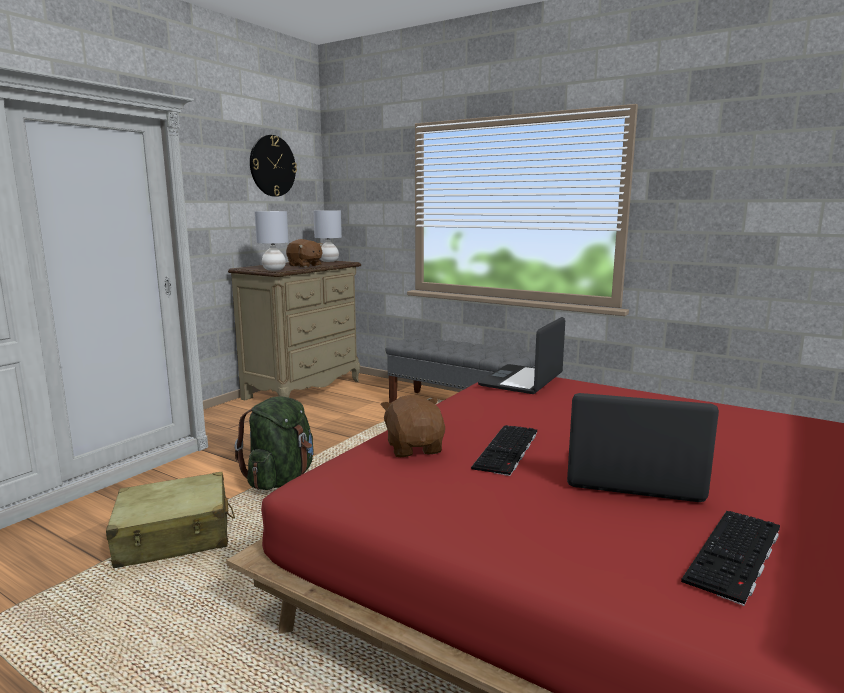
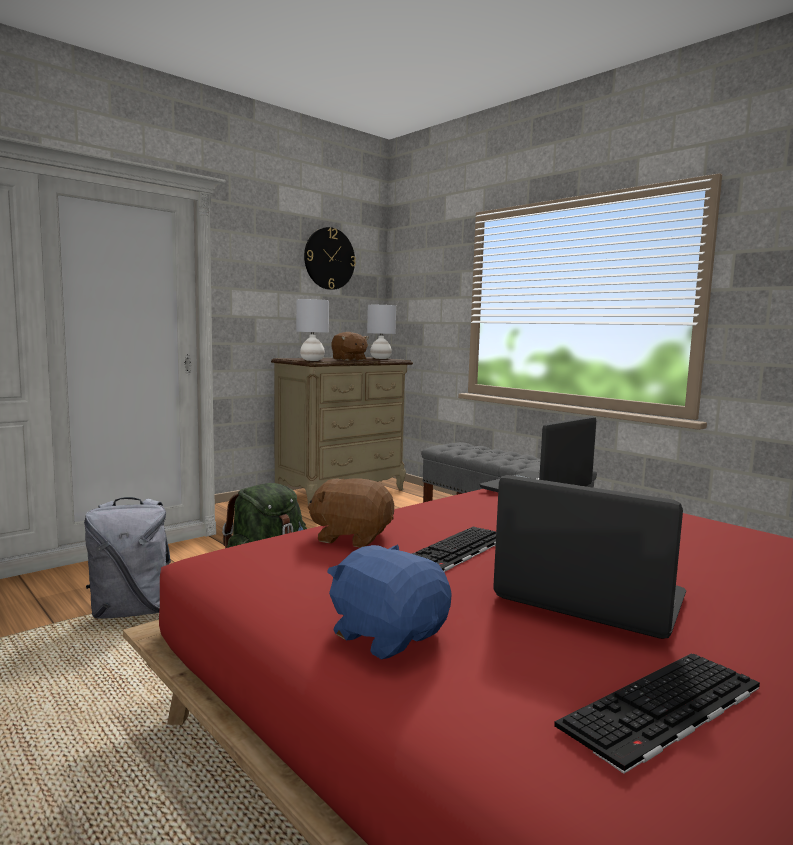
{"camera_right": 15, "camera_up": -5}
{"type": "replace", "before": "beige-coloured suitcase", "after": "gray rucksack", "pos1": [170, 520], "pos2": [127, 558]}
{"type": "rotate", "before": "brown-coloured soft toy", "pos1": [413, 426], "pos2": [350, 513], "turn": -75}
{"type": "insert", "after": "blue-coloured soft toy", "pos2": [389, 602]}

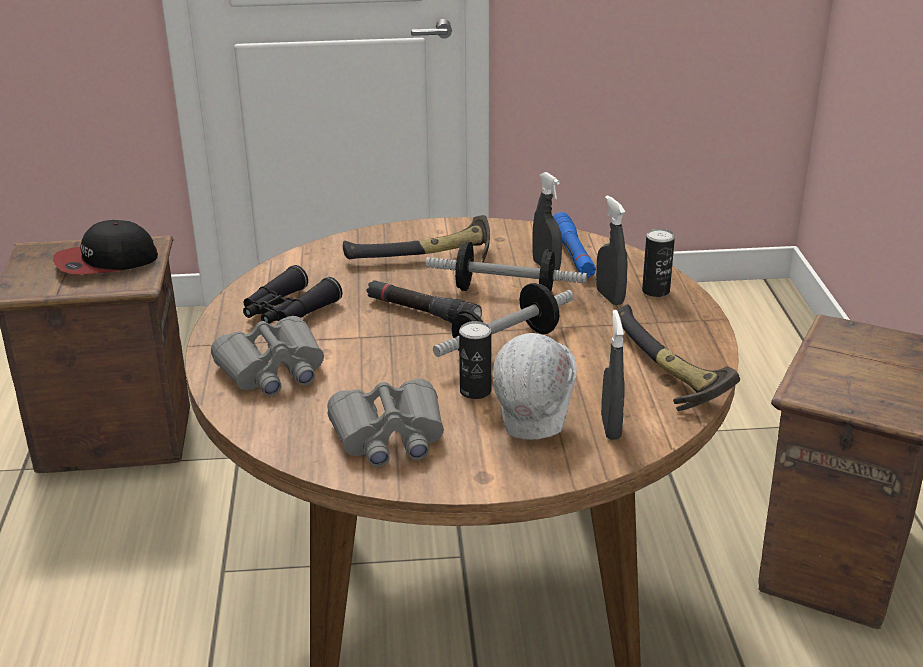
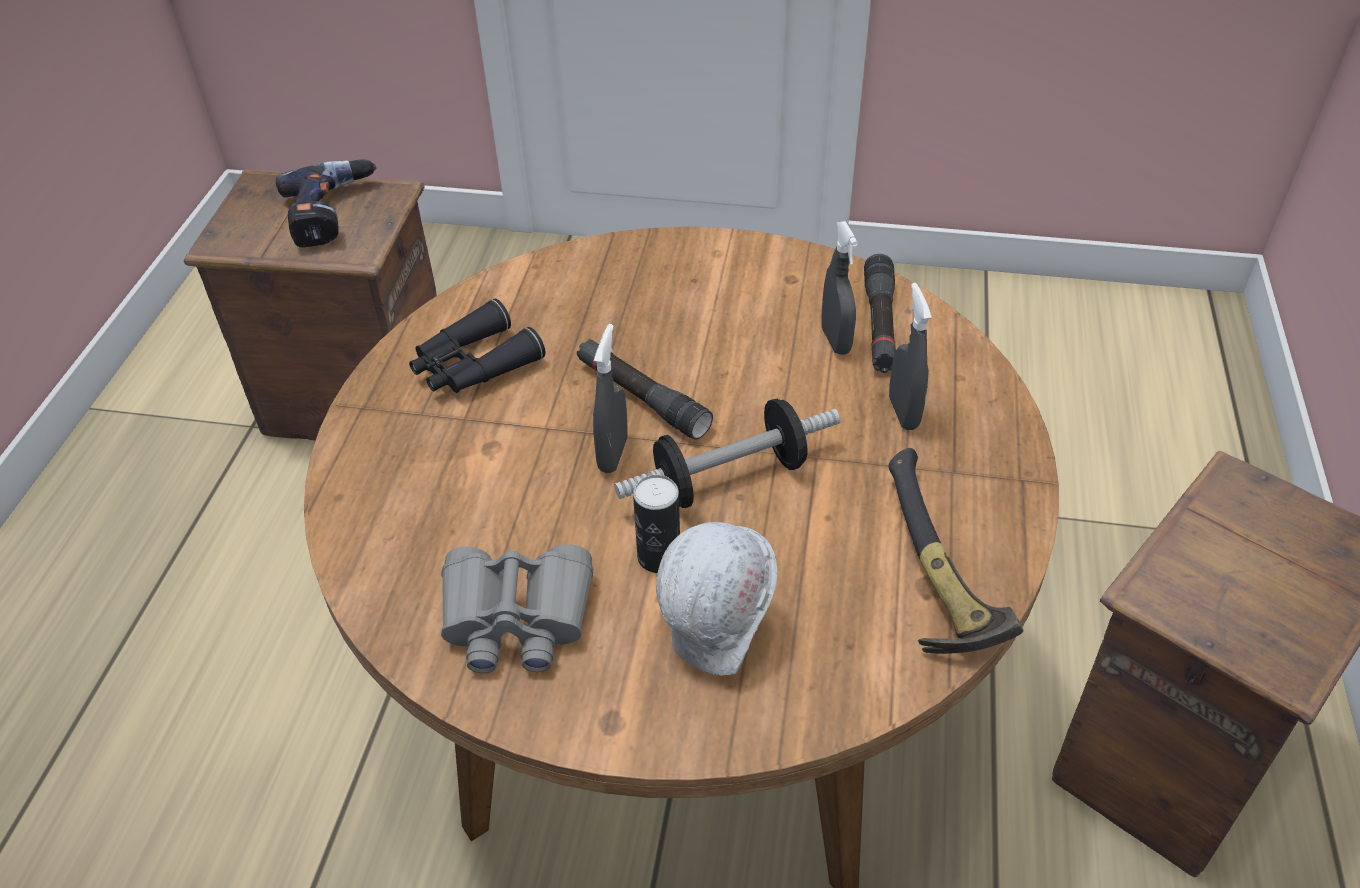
{"camera_right": 15, "camera_up": 15}
{"type": "replace", "before": "peaked cap", "after": "electric drill", "pos1": [105, 247], "pos2": [326, 203]}
{"type": "delete", "before": "gray field glasses", "pos1": [267, 356]}
{"type": "delete", "before": "hammer", "pos1": [416, 239]}
{"type": "delete", "before": "hand weight", "pos1": [506, 266]}
{"type": "recolor", "before": "blue-coloured torch", "after": "black torch", "pos1": [574, 245], "pos2": [880, 313]}
{"type": "move", "before": "gray hand sprayer", "pos1": [613, 375], "pos2": [610, 398]}
{"type": "delete", "before": "sealed can", "pos1": [658, 263]}

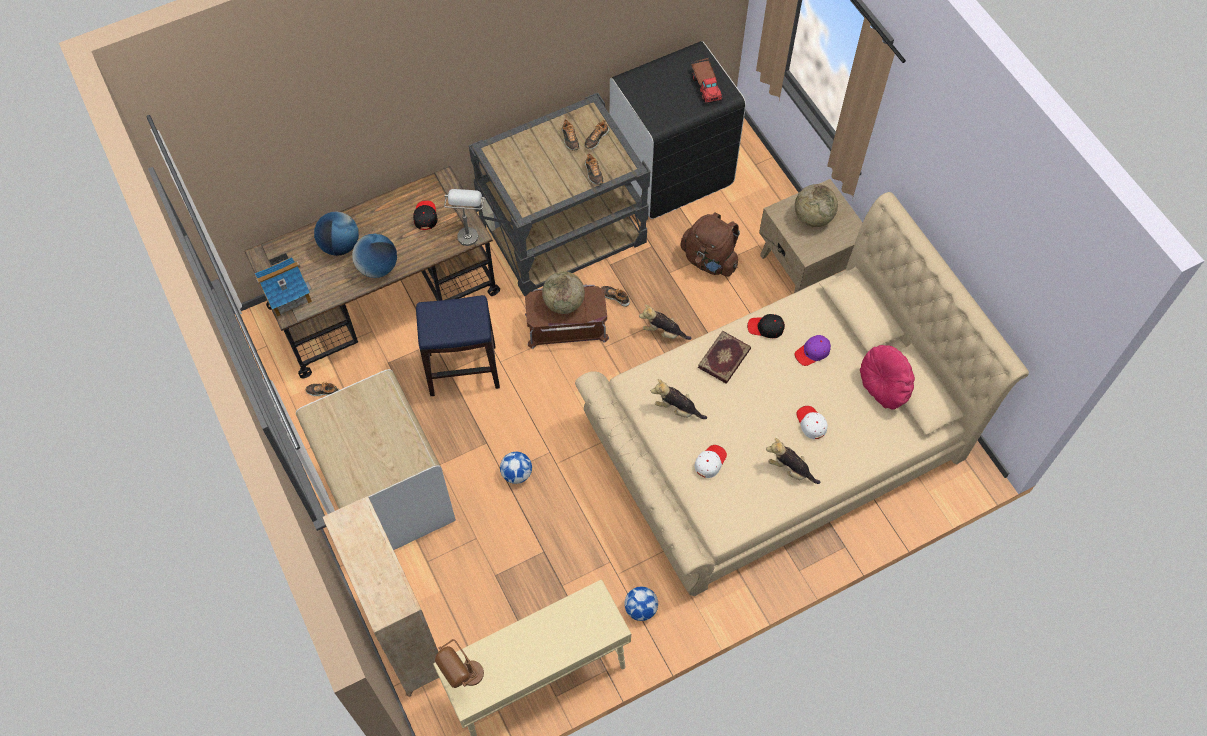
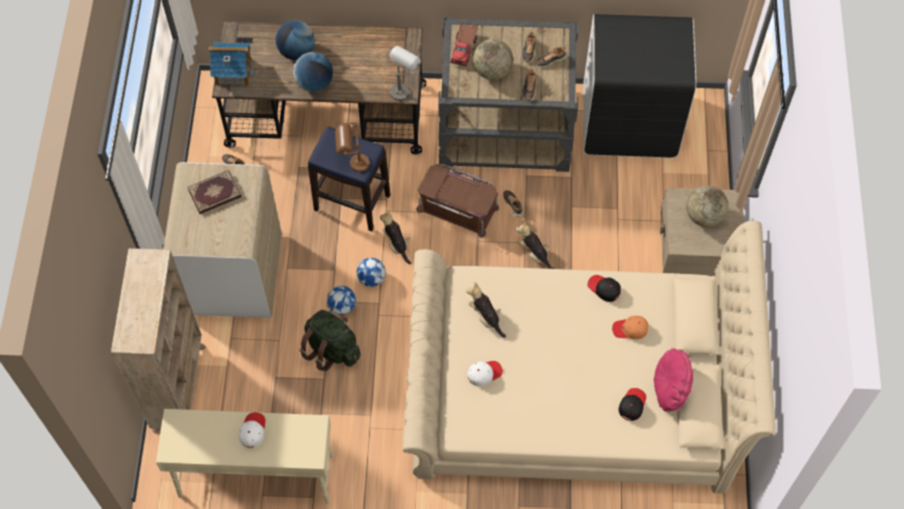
{"camera_right": 30, "camera_up": 0}
{"type": "move", "before": "black peaked cap", "pos1": [425, 215], "pos2": [632, 404]}
{"type": "move", "before": "brown-coloured lamp for a table", "pos1": [459, 663], "pos2": [352, 147]}
{"type": "move", "before": "world globe", "pos1": [563, 292], "pos2": [493, 59]}
{"type": "move", "before": "ball for football", "pos1": [641, 604], "pos2": [371, 272]}
{"type": "delete", "before": "brown-coloured rucksack", "pos1": [710, 244]}
{"type": "move", "before": "toy truck", "pos1": [707, 81], "pos2": [464, 44]}
{"type": "move", "before": "volume", "pos1": [724, 357], "pos2": [214, 192]}
{"type": "move", "before": "soft toy", "pos1": [793, 461], "pos2": [395, 236]}
{"type": "recolor", "before": "purple-coloured peaked cap", "after": "orange-coloured peaked cap", "pos1": [813, 350], "pos2": [630, 327]}
{"type": "move", "before": "white peaked cap", "pos1": [812, 422], "pos2": [252, 430]}
{"type": "insert", "after": "greenish rucksack", "pos2": [330, 340]}

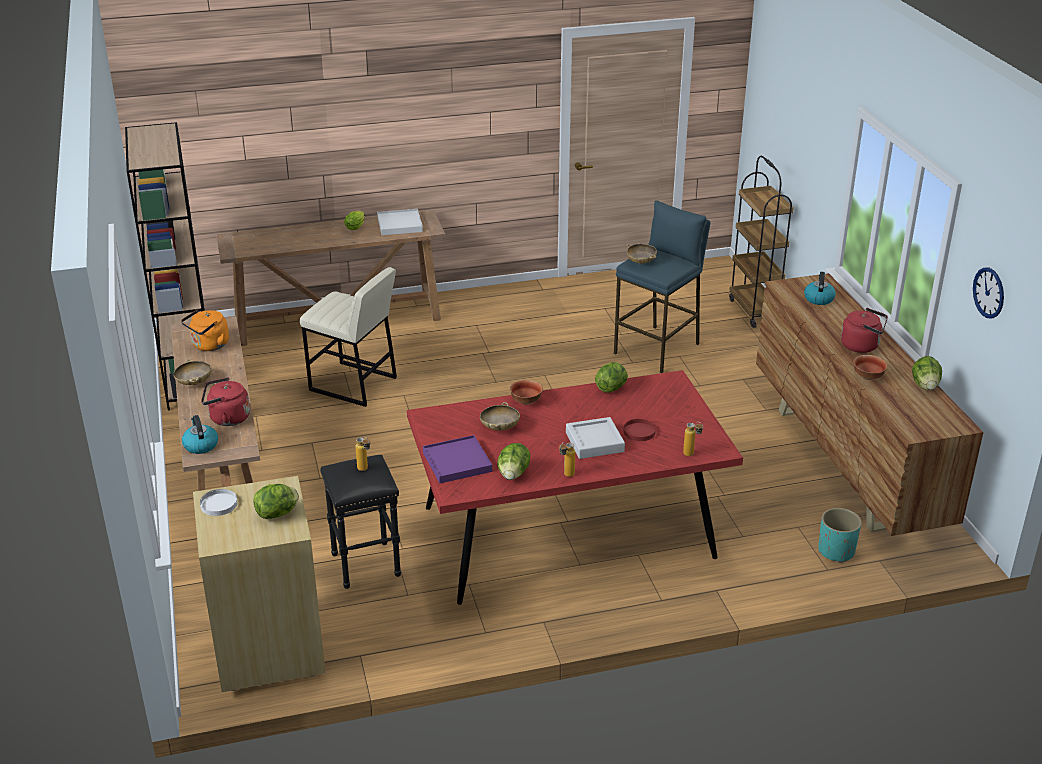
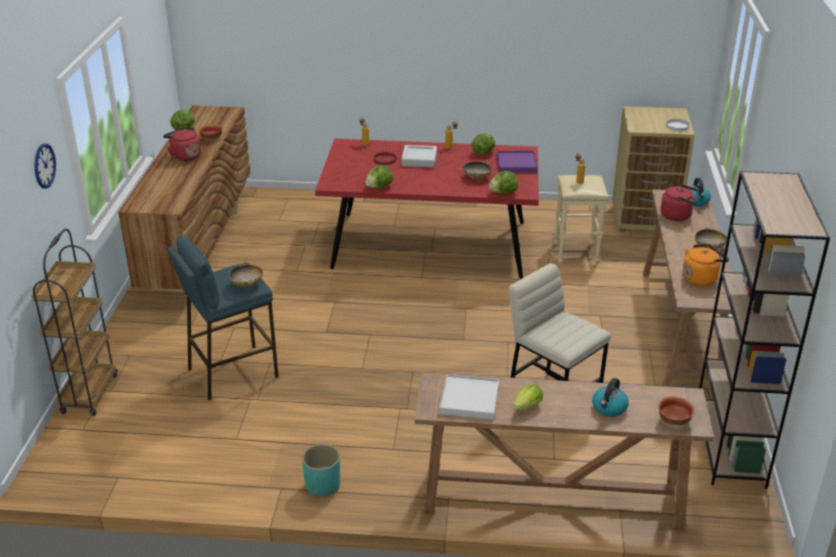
{"camera_right": -160, "camera_up": 0}
{"type": "move", "before": "lettuce", "pos1": [276, 501], "pos2": [503, 182]}
{"type": "recolor", "before": "black sitting stool", "after": "beige-coloured sitting stool", "pos1": [360, 522], "pos2": [581, 219]}
{"type": "move", "before": "bowl", "pos1": [526, 392], "pos2": [676, 411]}
{"type": "move", "before": "water kettle", "pos1": [820, 288], "pos2": [610, 397]}
{"type": "move", "before": "blue-green flower pot", "pos1": [840, 535], "pos2": [321, 470]}
{"type": "move", "before": "wall clock", "pos1": [988, 293], "pos2": [45, 165]}

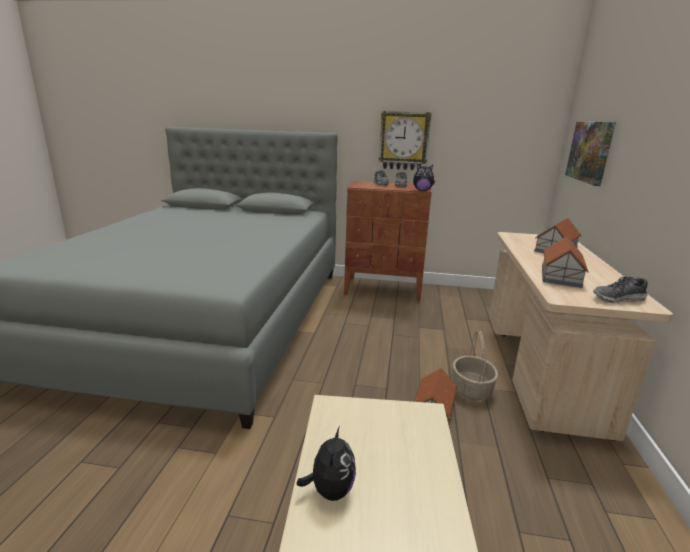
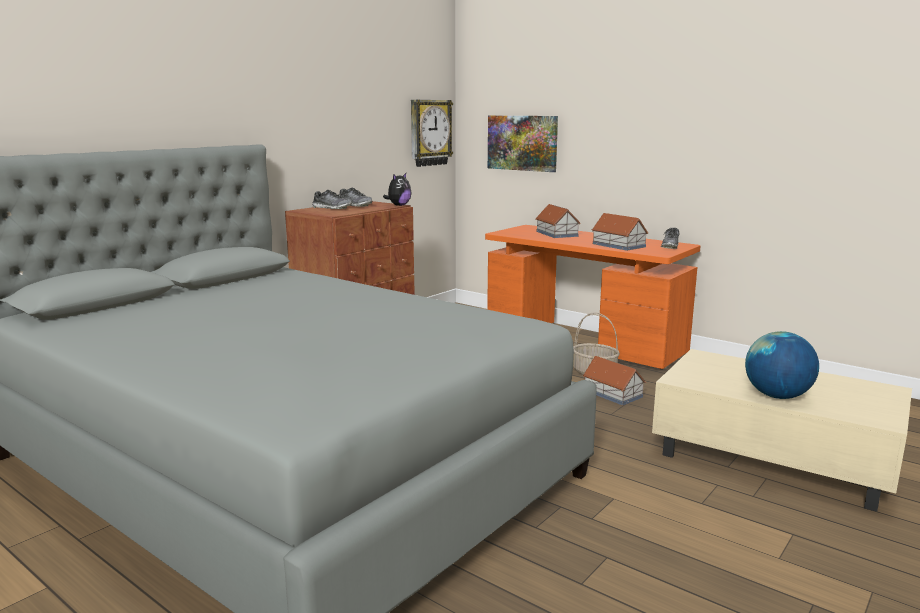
{"camera_right": -60, "camera_up": -5}
{"type": "replace", "before": "soft toy", "after": "world globe", "pos1": [326, 463], "pos2": [782, 365]}
{"type": "move", "before": "wall clock", "pos1": [405, 140], "pos2": [432, 133]}
{"type": "recolor", "before": "beige-coloured desk table", "after": "orange-coloured desk table", "pos1": [581, 336], "pos2": [593, 297]}

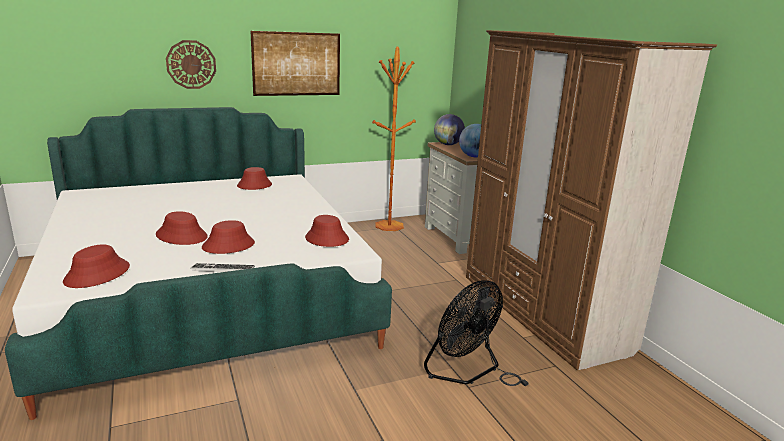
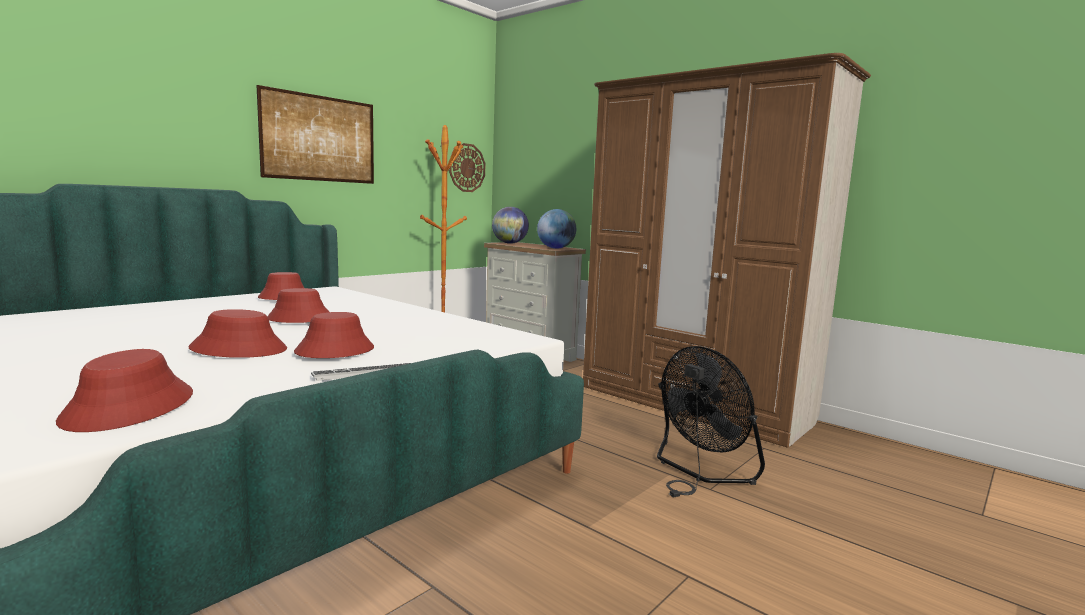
{"camera_right": -25, "camera_up": -10}
{"type": "move", "before": "wall clock", "pos1": [191, 64], "pos2": [467, 167]}
{"type": "move", "before": "red hat", "pos1": [327, 231], "pos2": [298, 305]}
{"type": "rotate", "before": "black cooling fan", "pos1": [476, 333], "pos2": [711, 422], "turn": 120}

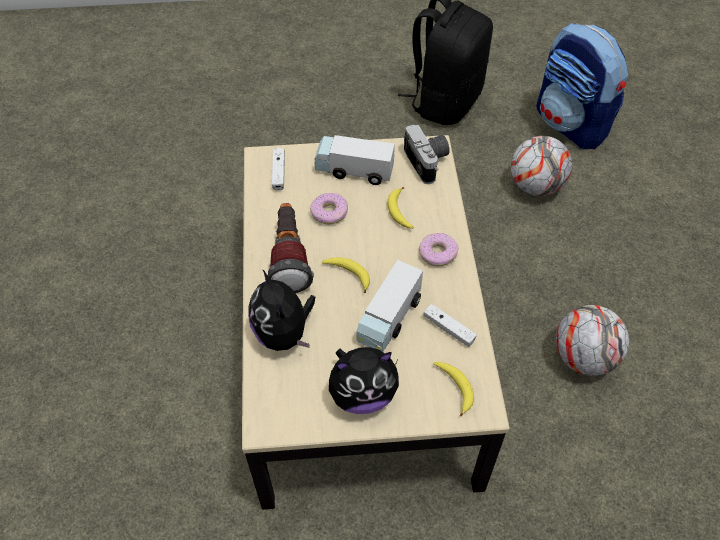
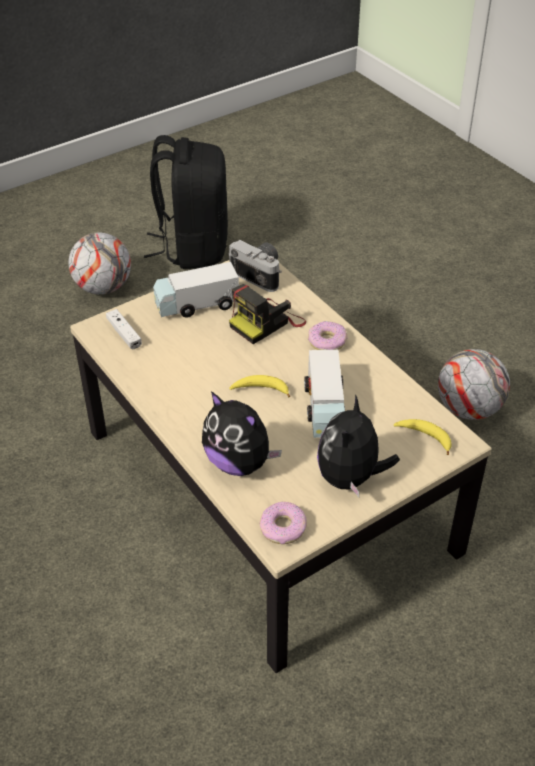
{"camera_right": -30, "camera_up": -10}
{"type": "delete", "before": "torch", "pos1": [290, 248]}
{"type": "move", "before": "ring doughnut", "pos1": [329, 208], "pos2": [283, 523]}
{"type": "rotate", "before": "soft toy", "pos1": [364, 380], "pos2": [358, 445], "turn": 150}
{"type": "replace", "before": "banana", "after": "photo camera", "pos1": [401, 208], "pos2": [267, 314]}
{"type": "delete", "before": "white joypad", "pos1": [450, 325]}
{"type": "move", "before": "ball for football", "pos1": [541, 166], "pos2": [99, 263]}
{"type": "delete", "before": "rucksack", "pos1": [582, 86]}

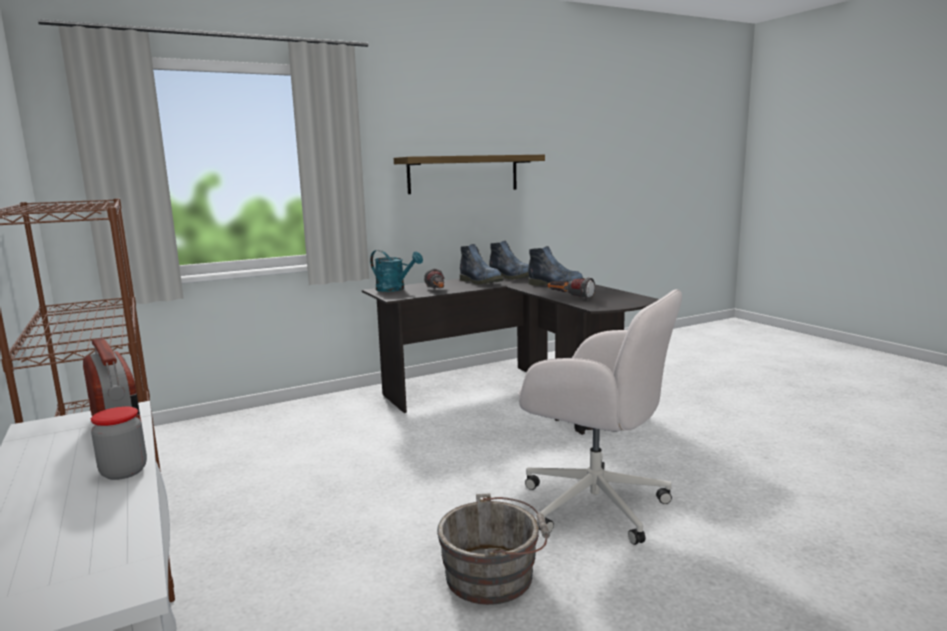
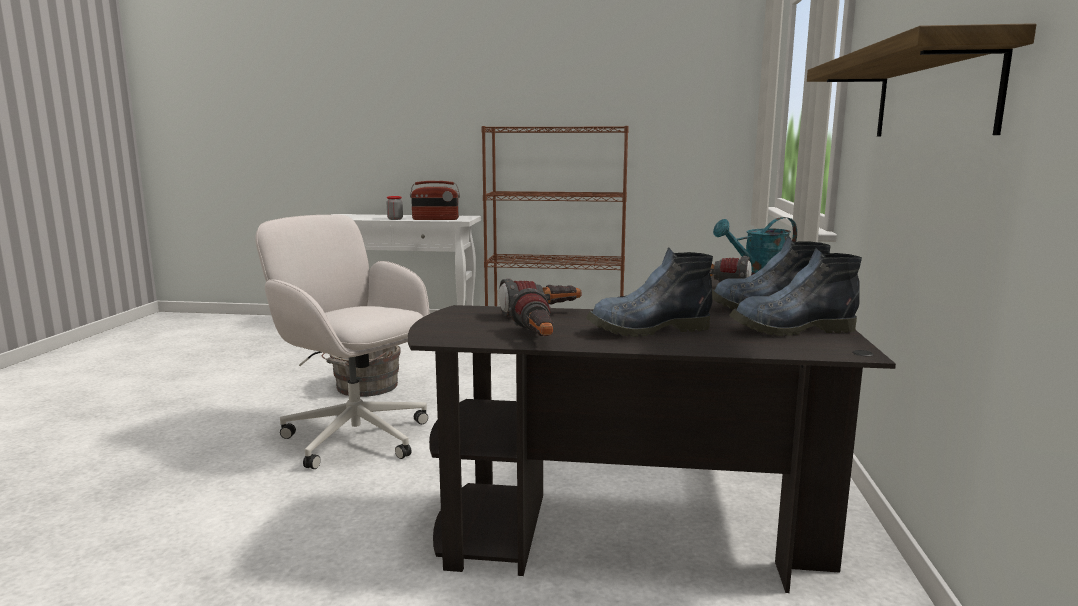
{"camera_right": 125, "camera_up": 0}
{"type": "rotate", "before": "white desk chair", "pos1": [600, 417], "pos2": [342, 342], "turn": 60}
{"type": "insert", "after": "torch", "pos2": [531, 312]}

